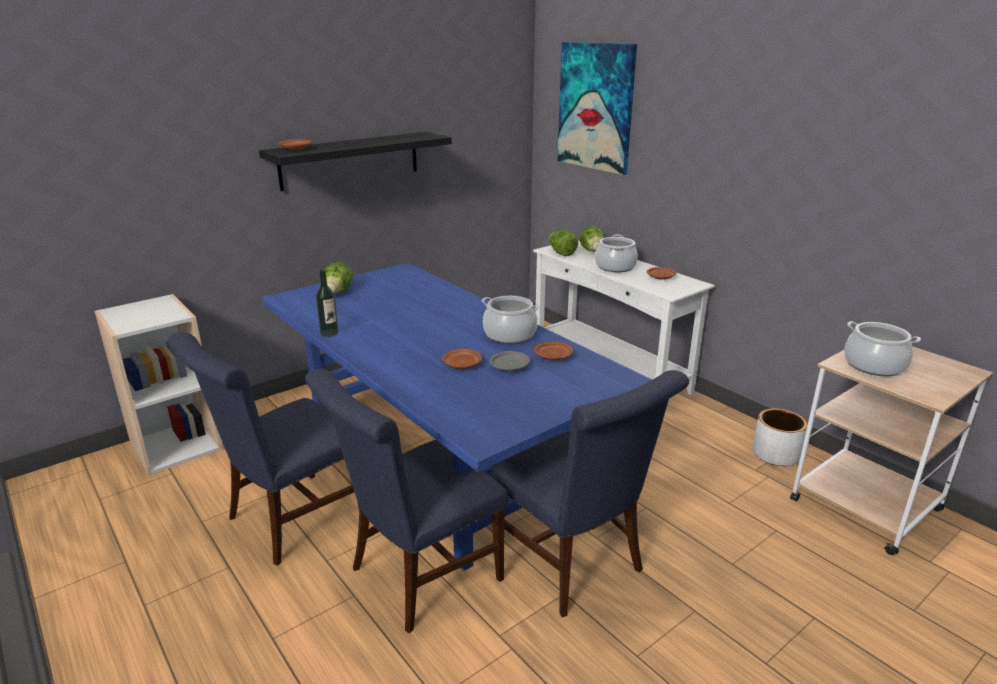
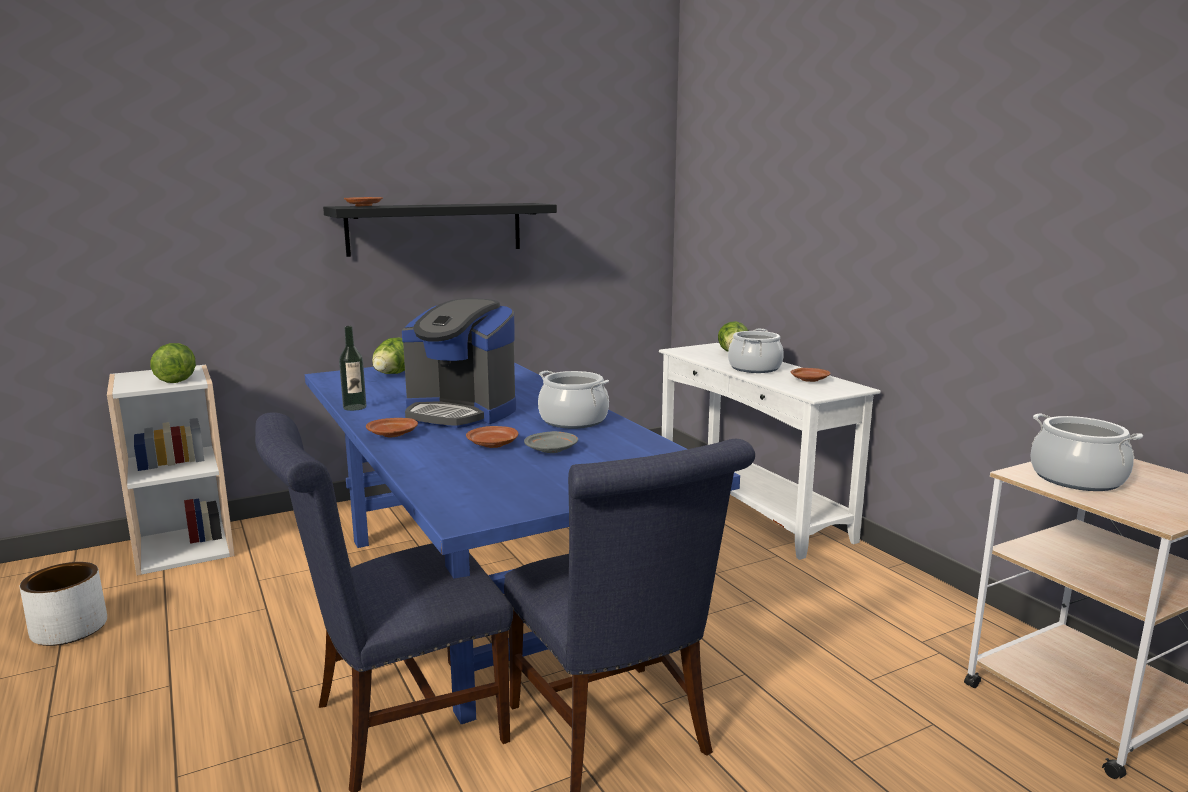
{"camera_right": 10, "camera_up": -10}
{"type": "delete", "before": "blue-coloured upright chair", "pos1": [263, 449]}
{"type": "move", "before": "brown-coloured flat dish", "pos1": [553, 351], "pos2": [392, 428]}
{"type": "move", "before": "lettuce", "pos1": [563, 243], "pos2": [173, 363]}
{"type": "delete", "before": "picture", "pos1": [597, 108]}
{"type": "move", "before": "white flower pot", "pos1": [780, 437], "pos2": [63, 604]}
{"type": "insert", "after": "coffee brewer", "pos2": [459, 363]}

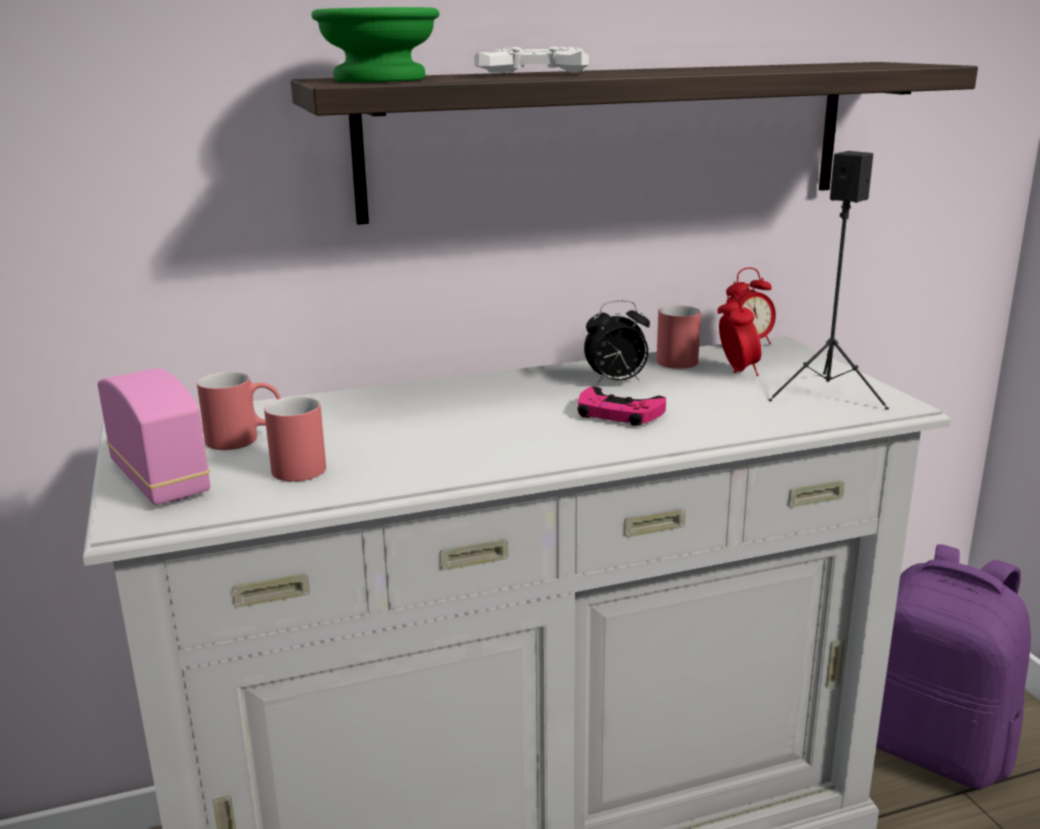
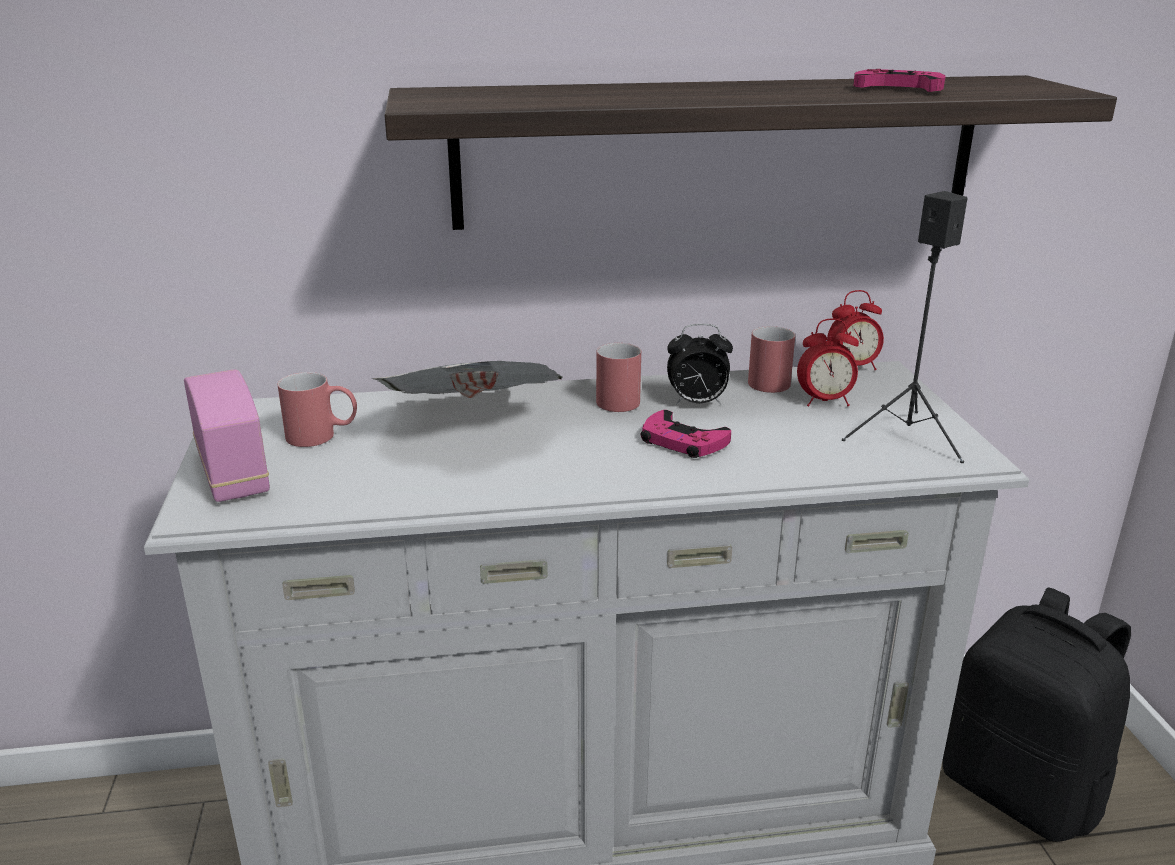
{"camera_right": 10, "camera_up": 5}
{"type": "move", "before": "red mug", "pos1": [295, 439], "pos2": [618, 377]}
{"type": "delete", "before": "greenish bowl", "pos1": [375, 44]}
{"type": "delete", "before": "white joypad", "pos1": [531, 59]}
{"type": "rotate", "before": "bedside clock", "pos1": [739, 333], "pos2": [828, 362], "turn": 90}
{"type": "recolor", "before": "purple-coloured rucksack", "after": "black rucksack", "pos1": [953, 666], "pos2": [1037, 715]}
{"type": "insert", "after": "daily paper", "pos2": [467, 379]}
{"type": "insert", "after": "pinkish joypad", "pos2": [899, 80]}

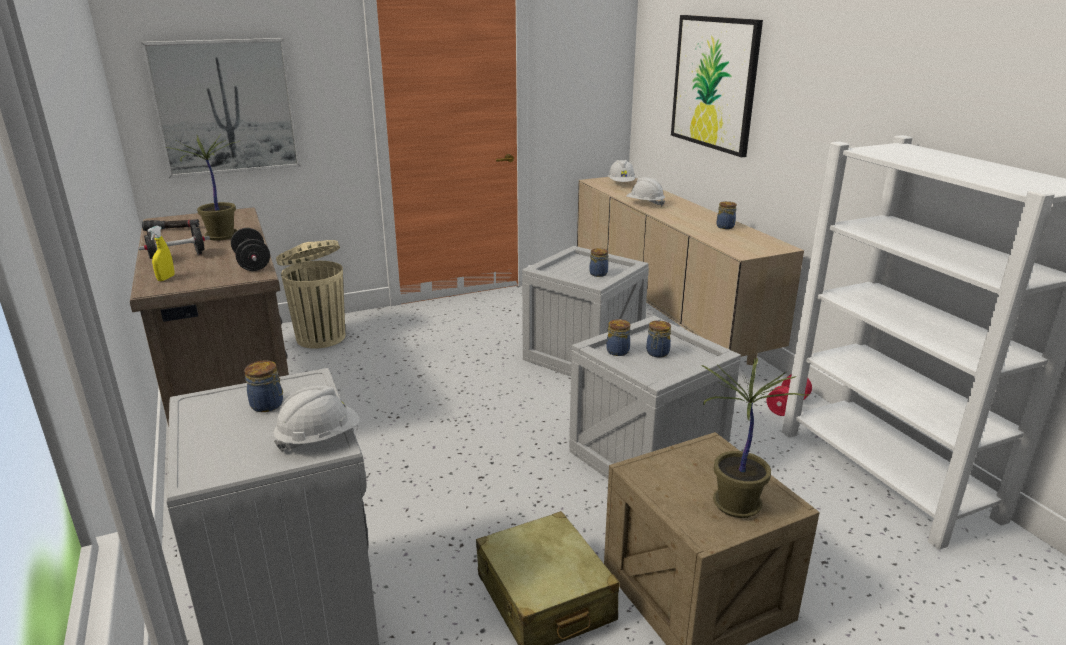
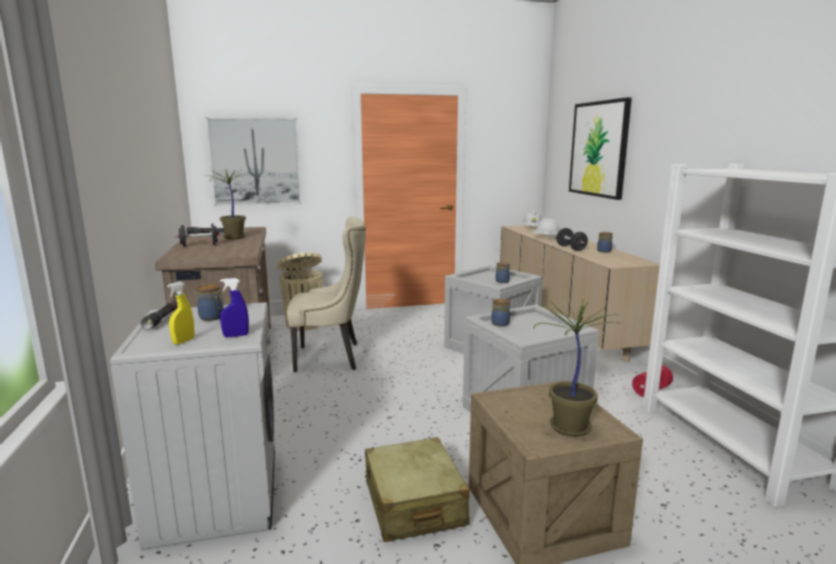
{"camera_right": 10, "camera_up": -10}
{"type": "move", "before": "yellowish hand sprayer", "pos1": [161, 253], "pos2": [180, 313]}
{"type": "move", "before": "black hand weight", "pos1": [250, 249], "pos2": [572, 239]}
{"type": "replace", "before": "white safety helmet", "after": "blue-coloured hand sprayer", "pos1": [316, 419], "pos2": [234, 307]}
{"type": "delete", "before": "preserve jar", "pos1": [658, 338]}
{"type": "insert", "after": "black torch", "pos2": [159, 315]}
{"type": "insert", "after": "beige-coloured upright chair", "pos2": [326, 294]}

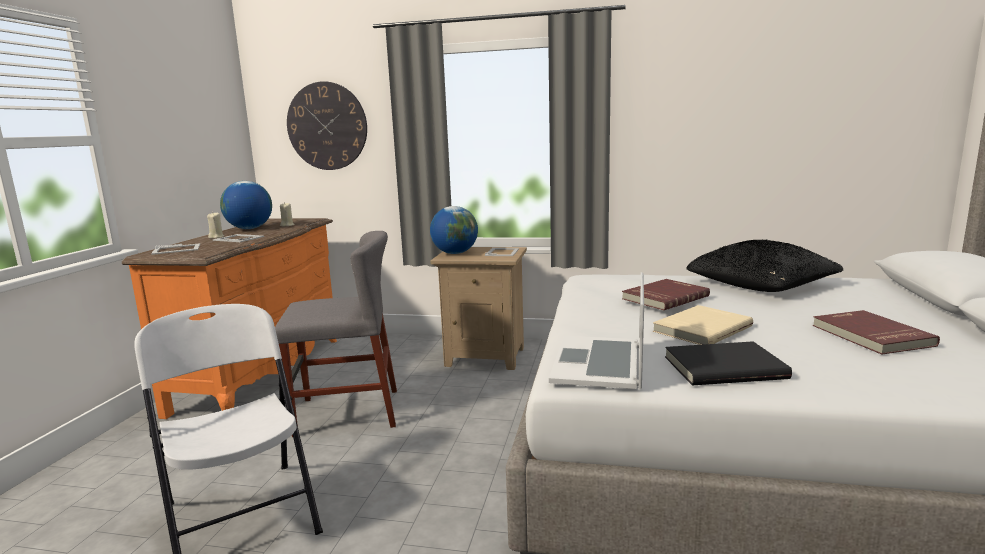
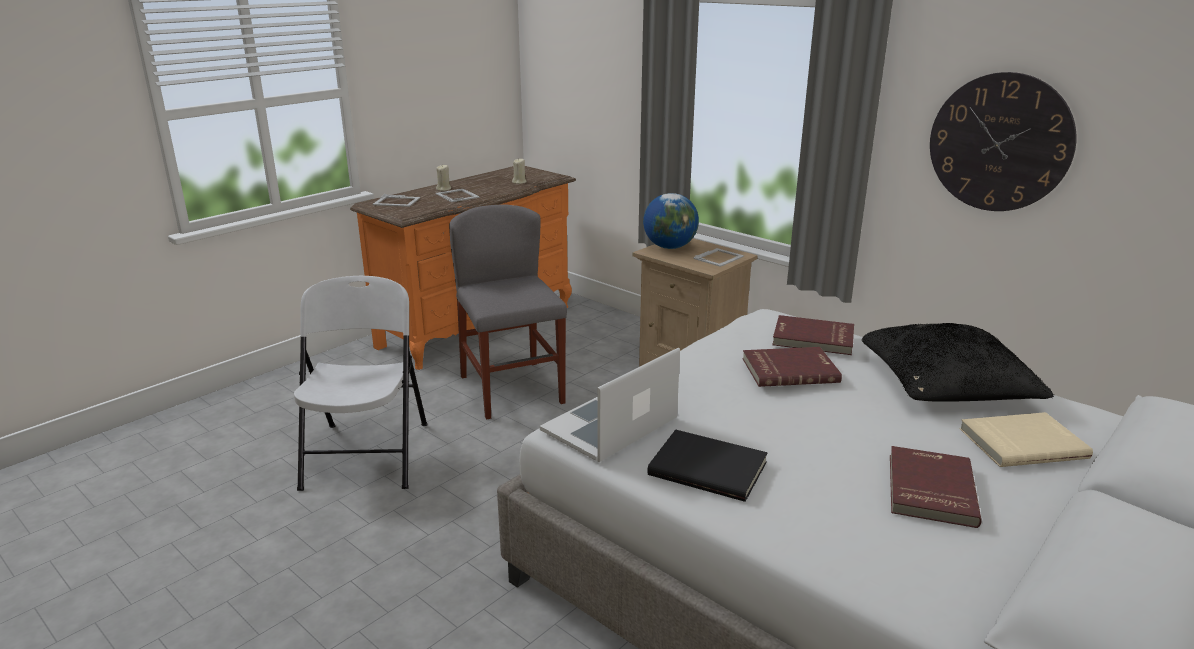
{"camera_right": 30, "camera_up": 10}
{"type": "delete", "before": "world globe", "pos1": [246, 205]}
{"type": "rotate", "before": "gray upright chair", "pos1": [336, 334], "pos2": [508, 312], "turn": -135}
{"type": "move", "before": "wall clock", "pos1": [327, 125], "pos2": [1003, 141]}
{"type": "move", "before": "beige-coloured volume", "pos1": [703, 325], "pos2": [1026, 439]}
{"type": "insert", "after": "red volume", "pos2": [813, 335]}

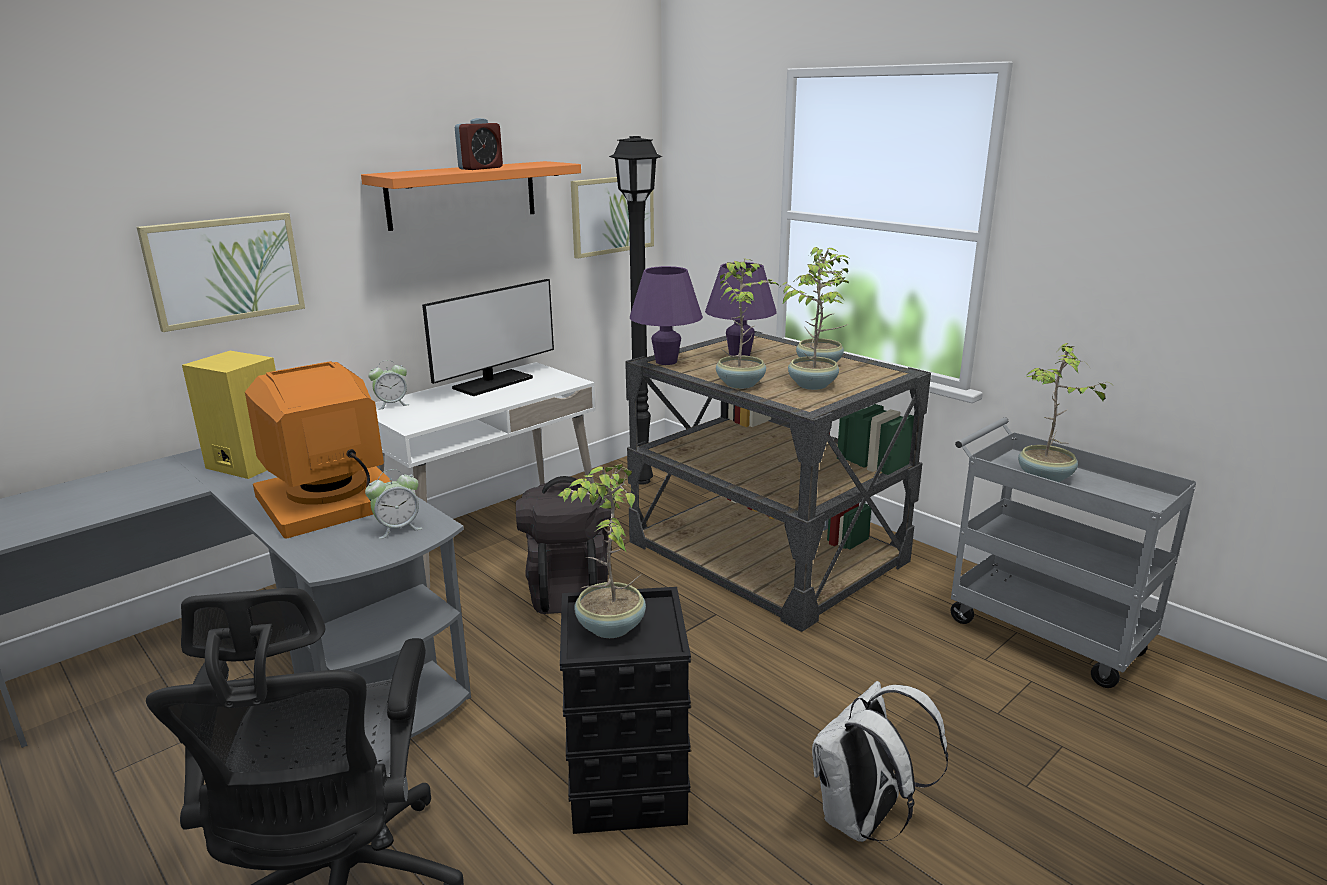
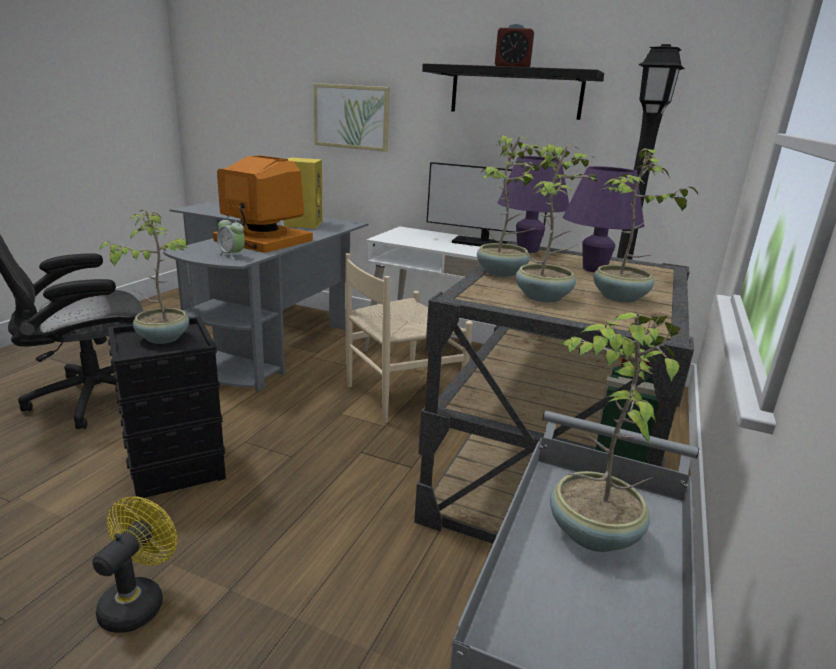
{"camera_right": 65, "camera_up": 0}
{"type": "recolor", "before": "orange-coloured bracket shelf", "after": "black bracket shelf", "pos1": [471, 196], "pos2": [513, 91]}
{"type": "delete", "before": "bedside clock", "pos1": [388, 385]}
{"type": "replace", "before": "black rucksack", "after": "beige-coloured upright chair", "pos1": [563, 545], "pos2": [409, 338]}
{"type": "delete", "before": "picture", "pos1": [612, 218]}
{"type": "replace", "before": "white rucksack", "after": "yellowish cooling fan", "pos1": [880, 761], "pos2": [134, 565]}

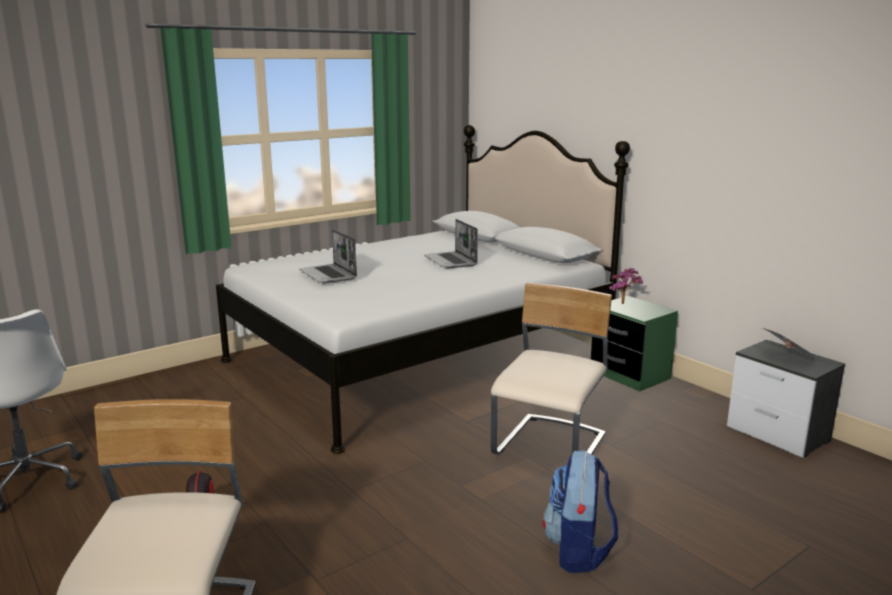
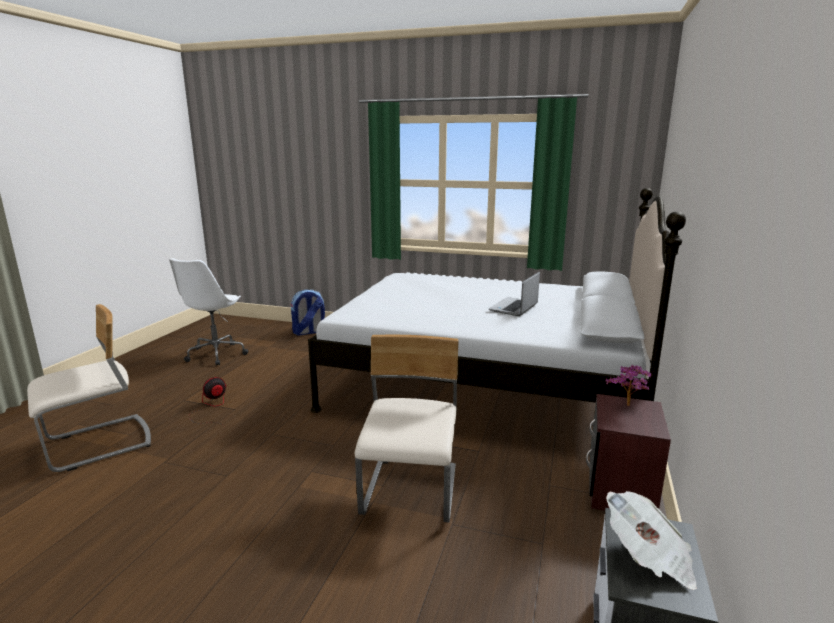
{"camera_right": 55, "camera_up": 0}
{"type": "delete", "before": "laptop", "pos1": [328, 256]}
{"type": "rotate", "before": "beige-coloured upright chair", "pos1": [551, 369], "pos2": [407, 428], "turn": -75}
{"type": "move", "before": "rucksack", "pos1": [580, 511], "pos2": [307, 312]}
{"type": "recolor", "before": "greenish night table", "after": "brown-coloured night table", "pos1": [634, 343], "pos2": [628, 452]}

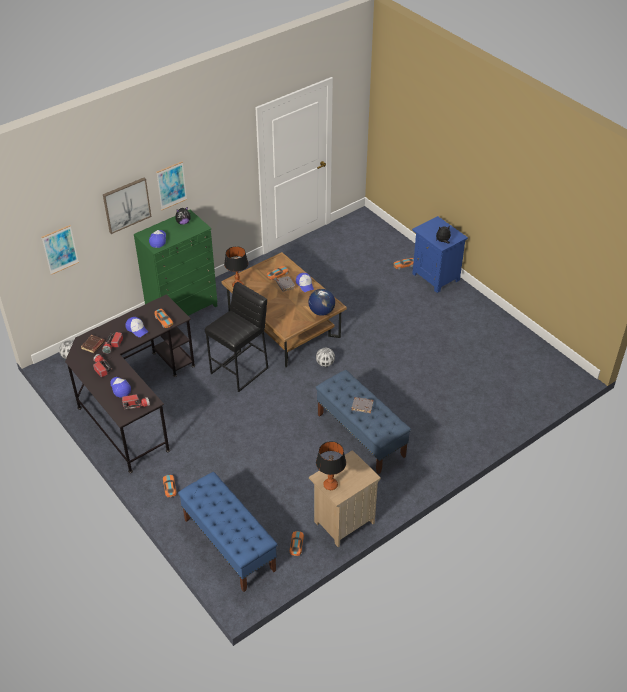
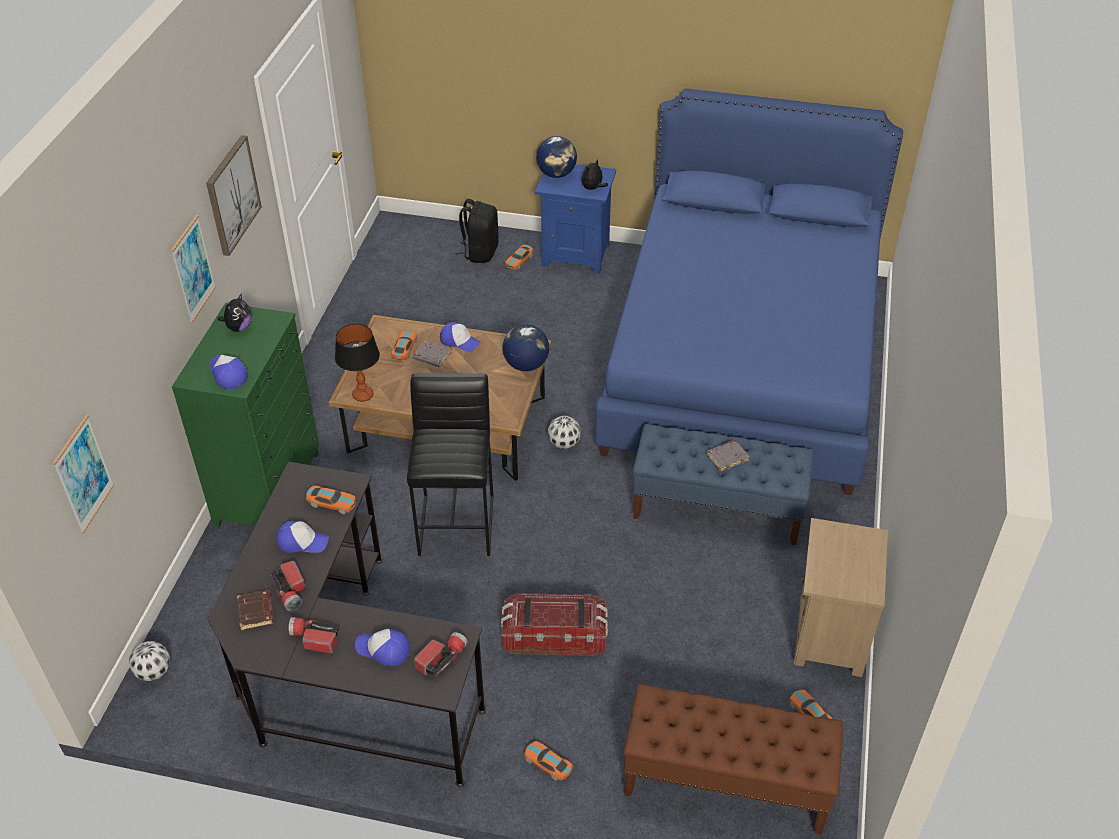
{"camera_right": -40, "camera_up": 0}
{"type": "move", "before": "picture", "pos1": [127, 206], "pos2": [234, 195]}
{"type": "recolor", "before": "blue-coloured long seat", "after": "brown-coloured long seat", "pos1": [227, 532], "pos2": [733, 759]}
{"type": "delete", "before": "lamp for a table", "pos1": [331, 465]}
{"type": "insert", "after": "black rucksack", "pos2": [477, 231]}
{"type": "insert", "after": "storage container", "pos2": [554, 624]}
{"type": "insert", "after": "world globe", "pos2": [556, 157]}
{"type": "insert", "after": "blue-coloured bedroom bed", "pos2": [748, 292]}

